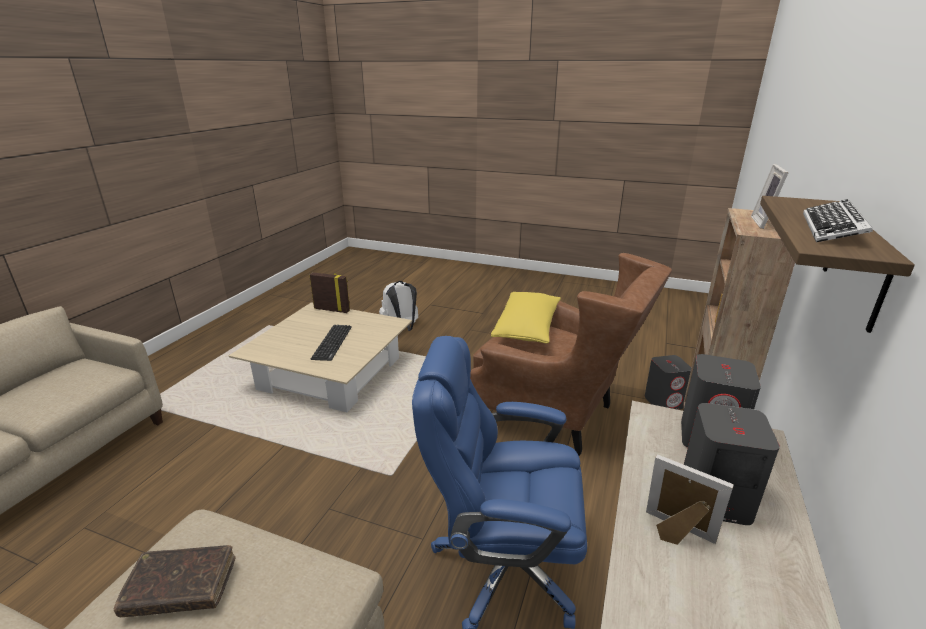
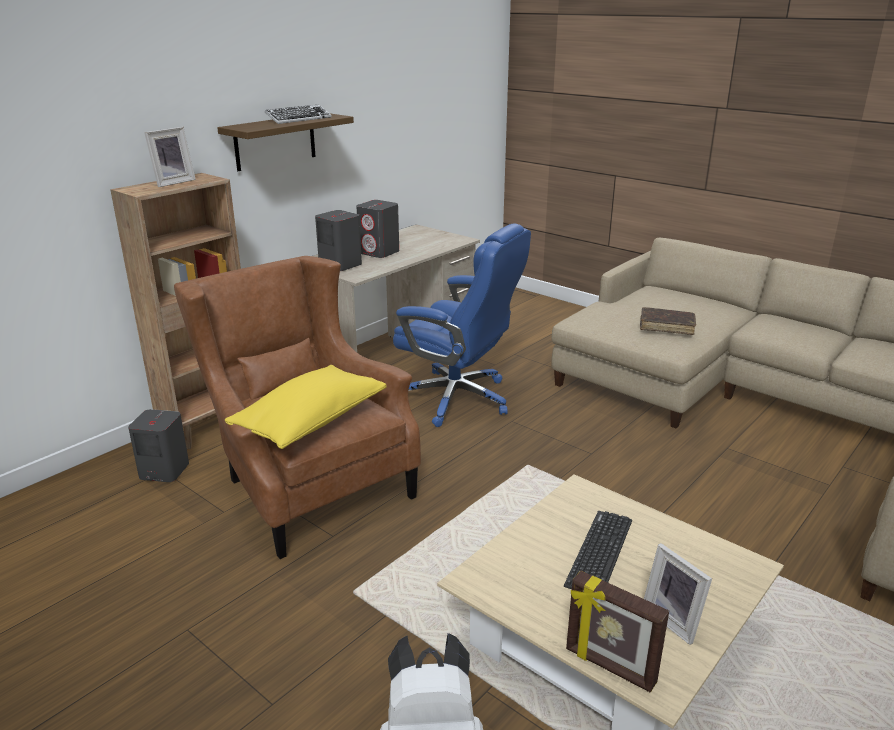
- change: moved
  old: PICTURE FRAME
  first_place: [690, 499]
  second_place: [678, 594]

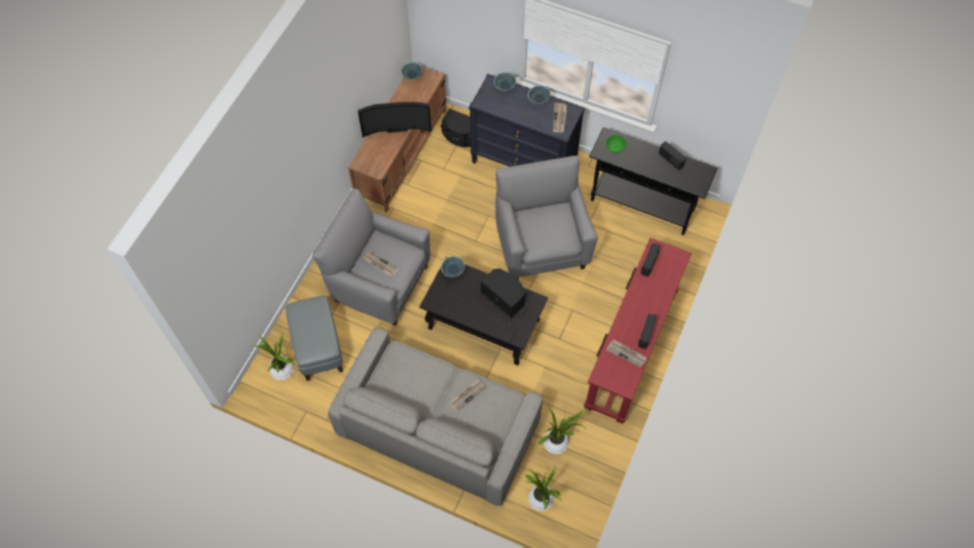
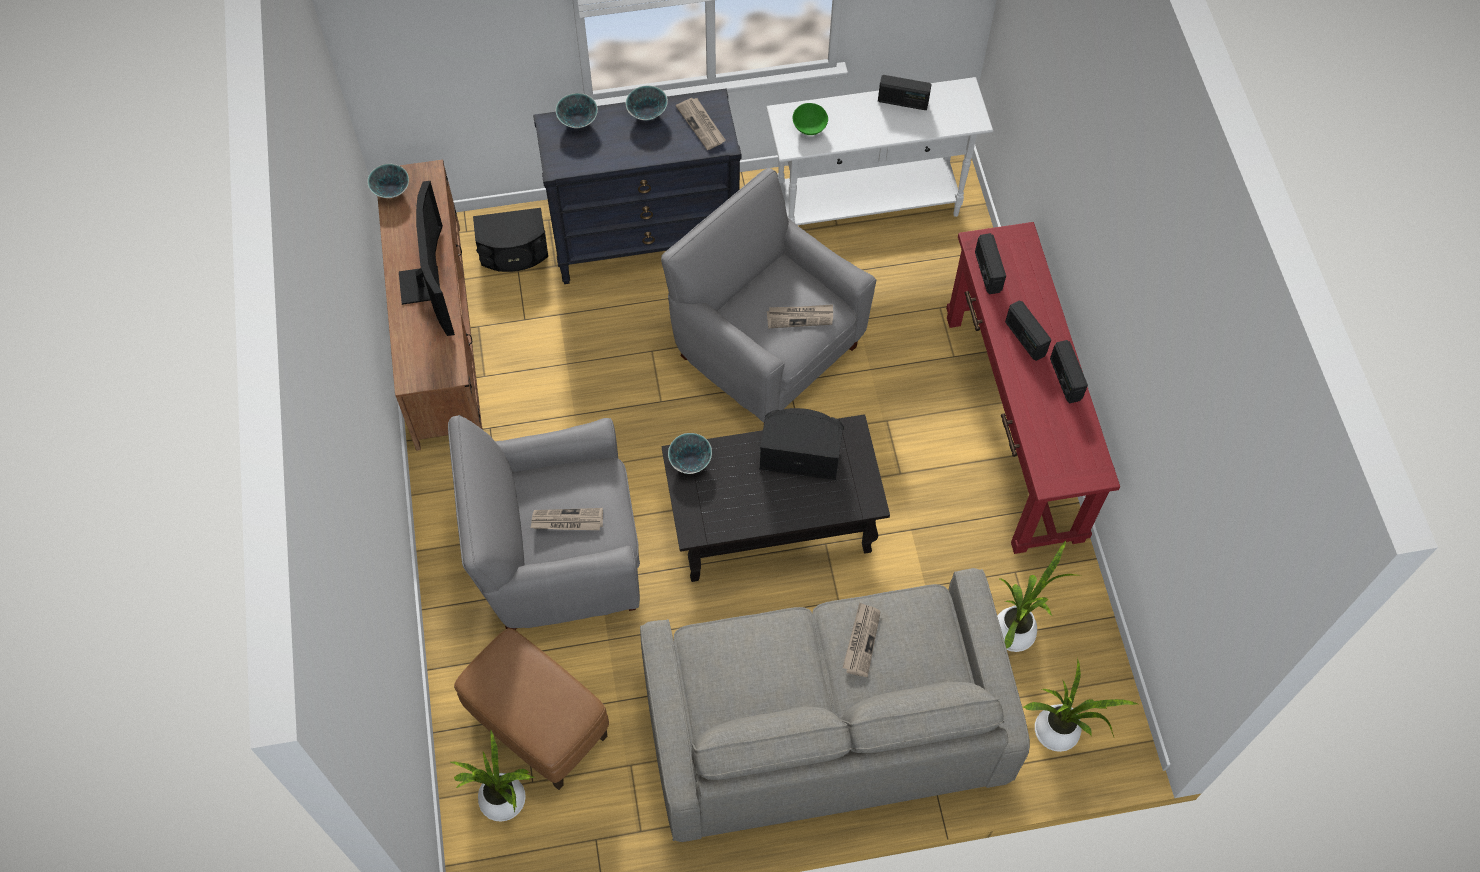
- change: recoloured
  old: GREY OTTOMAN
  new: BROWN OTTOMAN
  first_place: [314, 338]
  second_place: [531, 709]
- change: turned
  old: TELEVISION
  first_place: [395, 119]
  second_place: [427, 258]
  degrees: -60
- change: recoloured
  old: BLACK CONSOLE TABLE
  new: WHITE CONSOLE TABLE
  first_place: [653, 181]
  second_place: [879, 151]
- change: moved
  old: NEWSPAPER
  first_place: [626, 354]
  second_place: [800, 316]
- change: added
  new: RADIO
  second_place: [1028, 330]

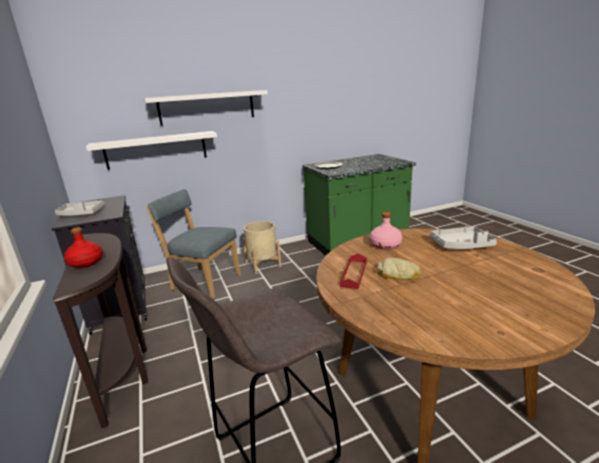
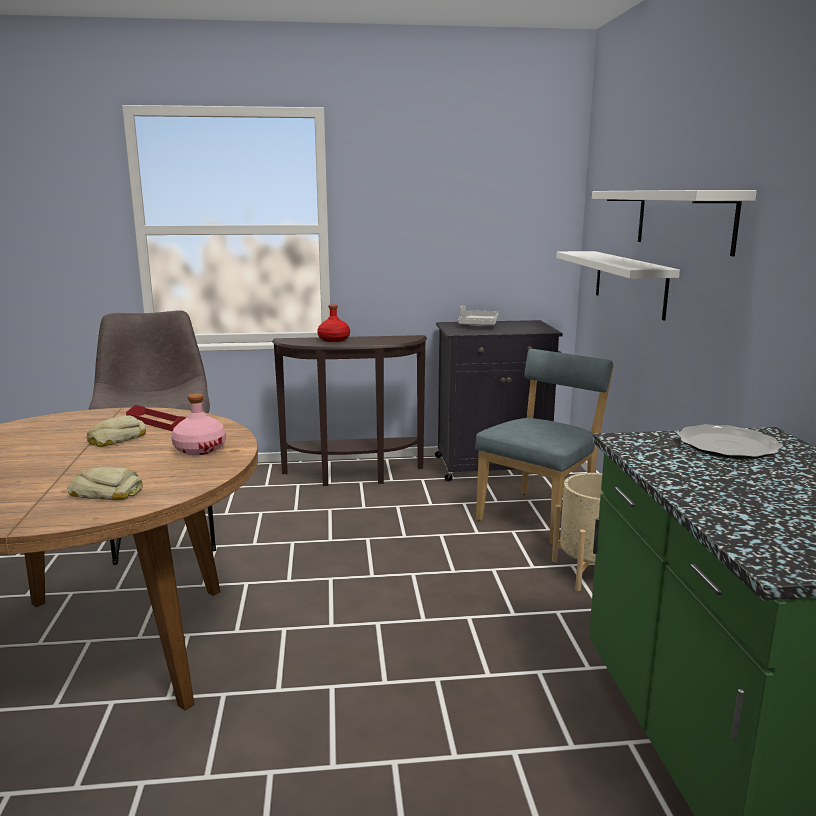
- change: replaced
  old: GREY TRAY
  new: BREAD
  first_place: [463, 237]
  second_place: [105, 483]

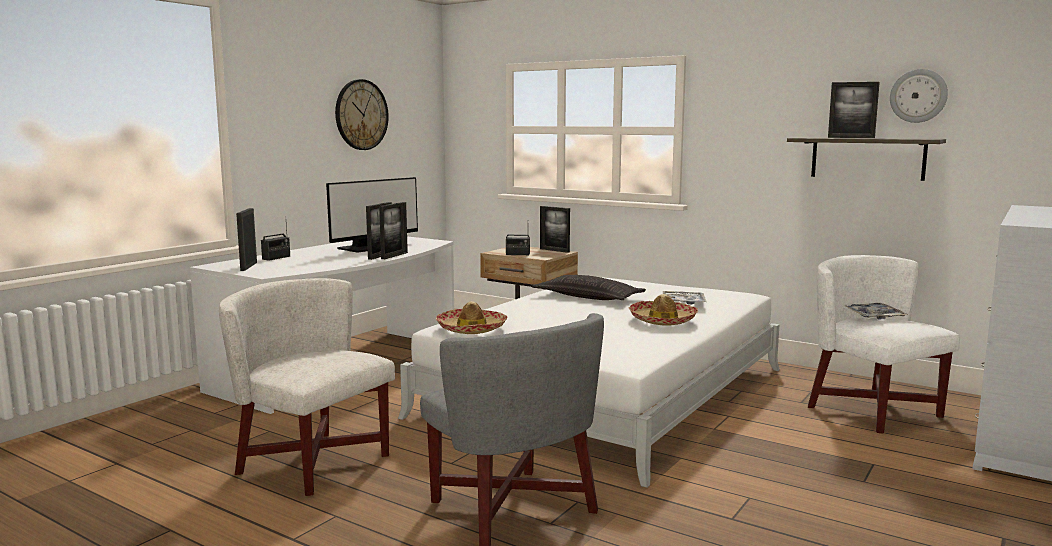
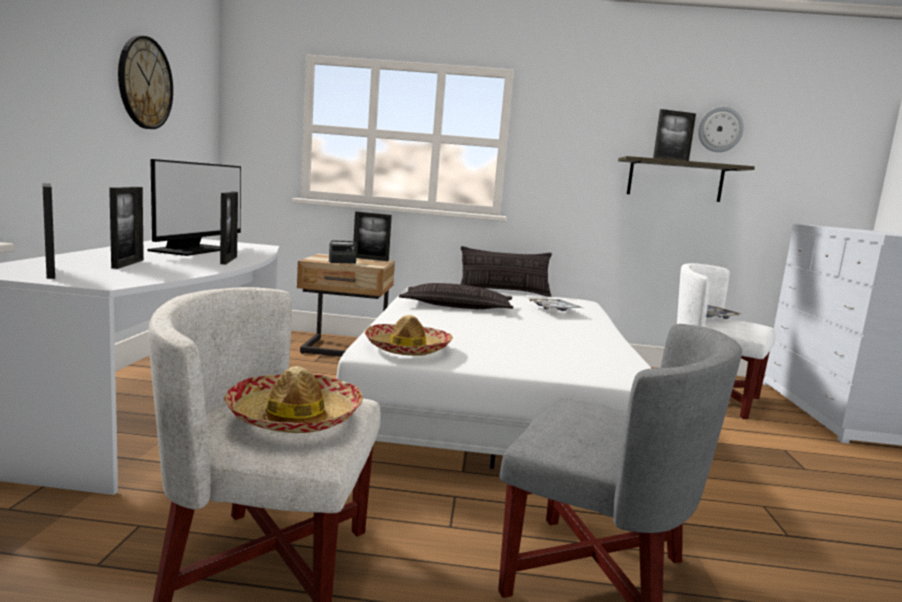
- change: removed
  old: RADIO
  first_place: [275, 242]
- change: moved
  old: PICTURE FRAME
  first_place: [393, 230]
  second_place: [126, 228]
- change: moved
  old: HAT
  first_place: [663, 310]
  second_place: [293, 399]
- change: added
  new: PILLOW
  second_place: [506, 271]

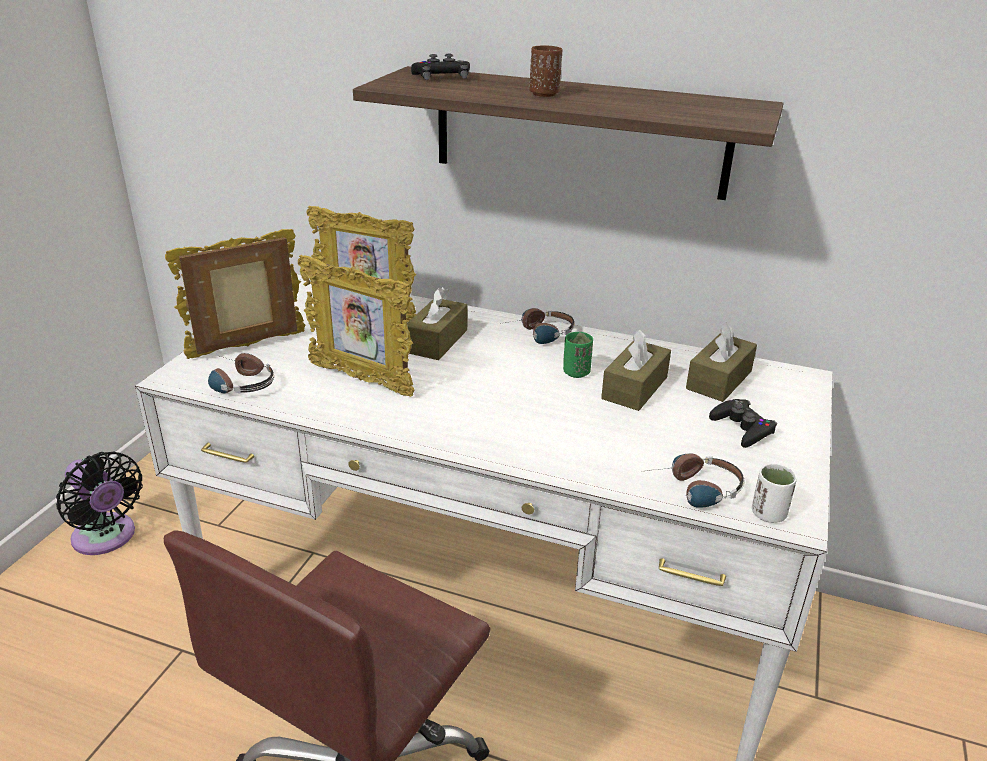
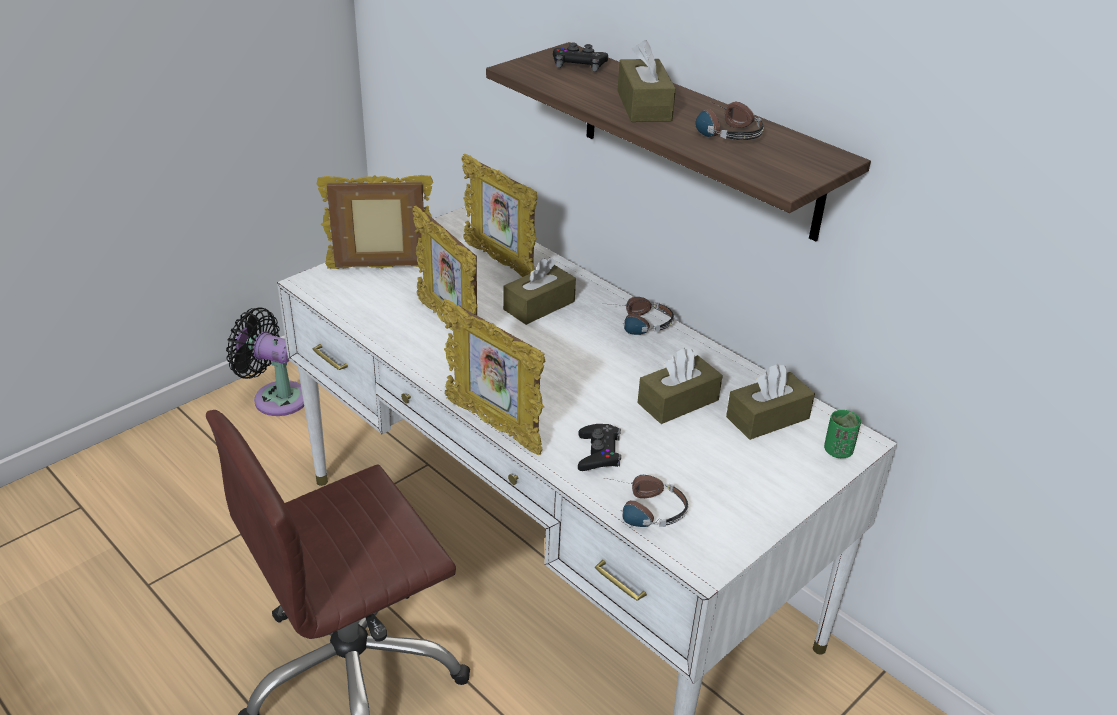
- change: turned
  old: BLACK FAN
  first_place: [99, 503]
  second_place: [265, 361]
  degrees: 135
- change: moved
  old: HEADPHONES
  first_place: [241, 373]
  second_place: [729, 120]
- change: replaced
  old: BROWN CUP
  new: BROWN TISSUE BOX
  first_place: [546, 71]
  second_place: [646, 81]
- change: moved
  old: GREEN CUP
  first_place: [578, 355]
  second_place: [842, 434]
- change: moved
  old: BLACK GAME CONTROLLER
  first_place: [743, 423]
  second_place: [599, 447]
- change: removed
  old: WHITE CUP
  first_place: [774, 493]
- change: added
  new: PICTURE FRAME
  second_place: [493, 377]

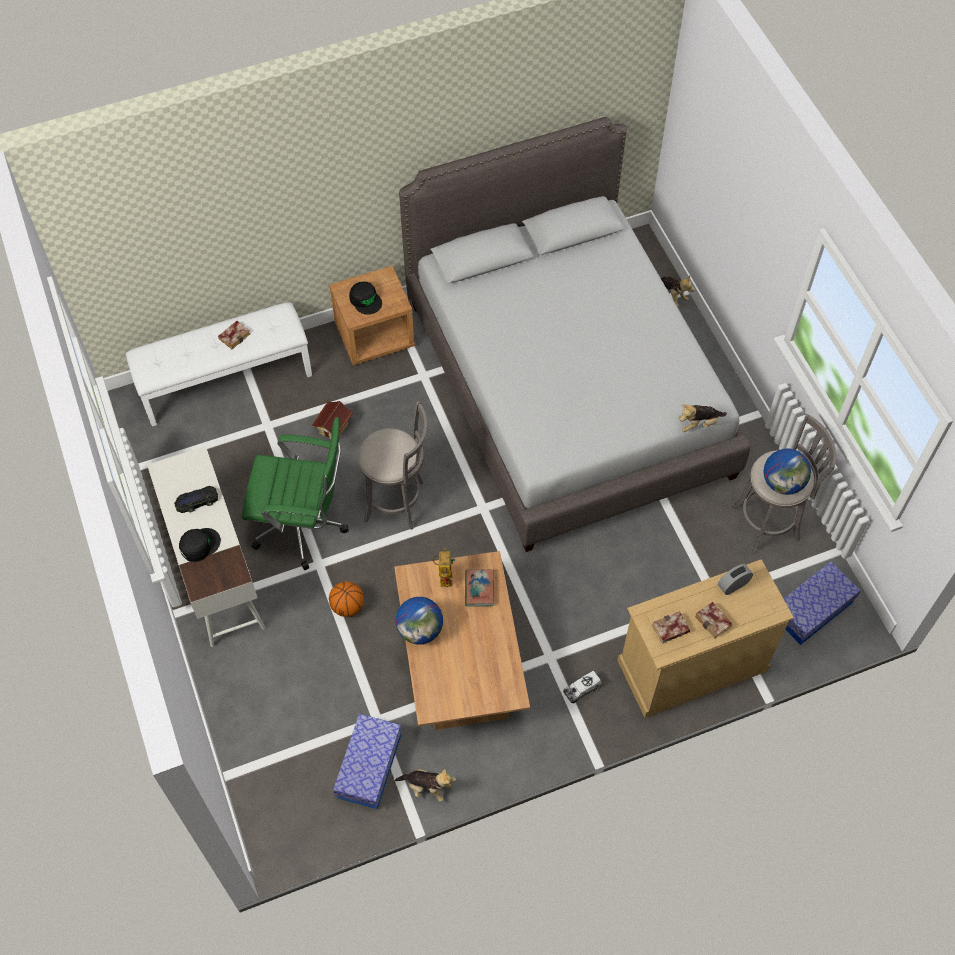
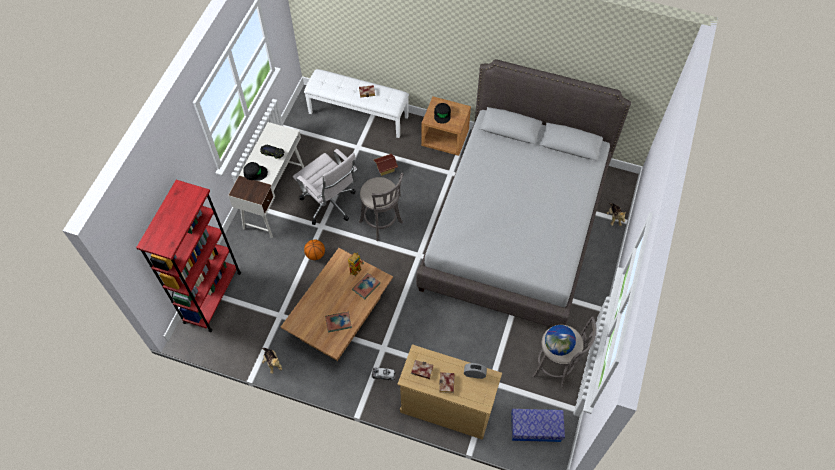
- change: recoloured
  old: GREEN OFFICE CHAIR
  new: WHITE OFFICE CHAIR
  first_place: [295, 493]
  second_place: [325, 187]
- change: removed
  old: STORAGE BOX
  first_place: [367, 761]
- change: removed
  old: GLOBE
  first_place: [419, 620]
- change: removed
  old: PLUSH TOY
  first_place: [702, 418]
- change: added
  new: RED BOOKCASE
  second_place: [188, 256]
- change: added
  new: BOOK
  second_place: [338, 322]

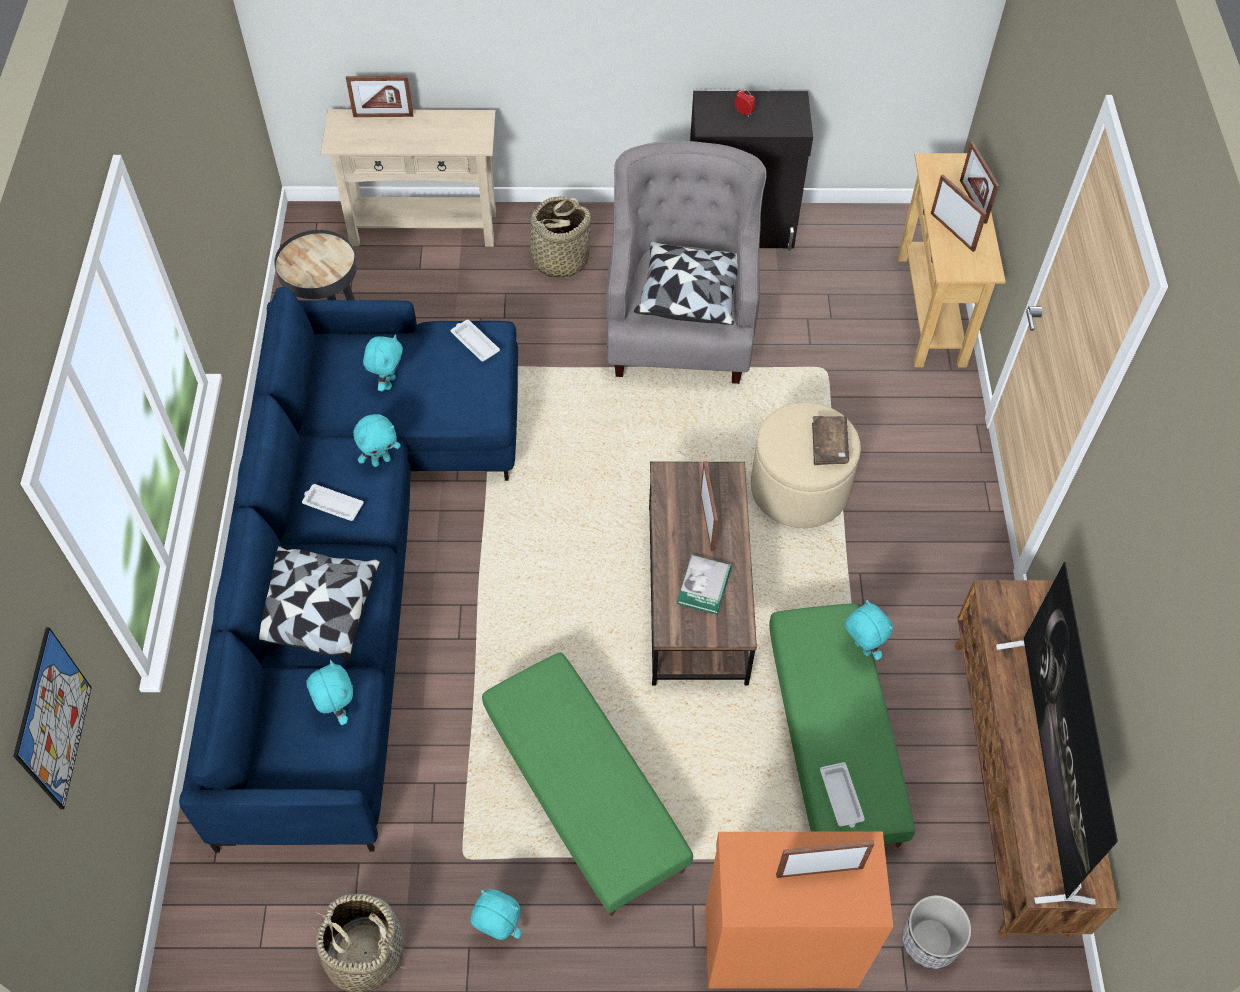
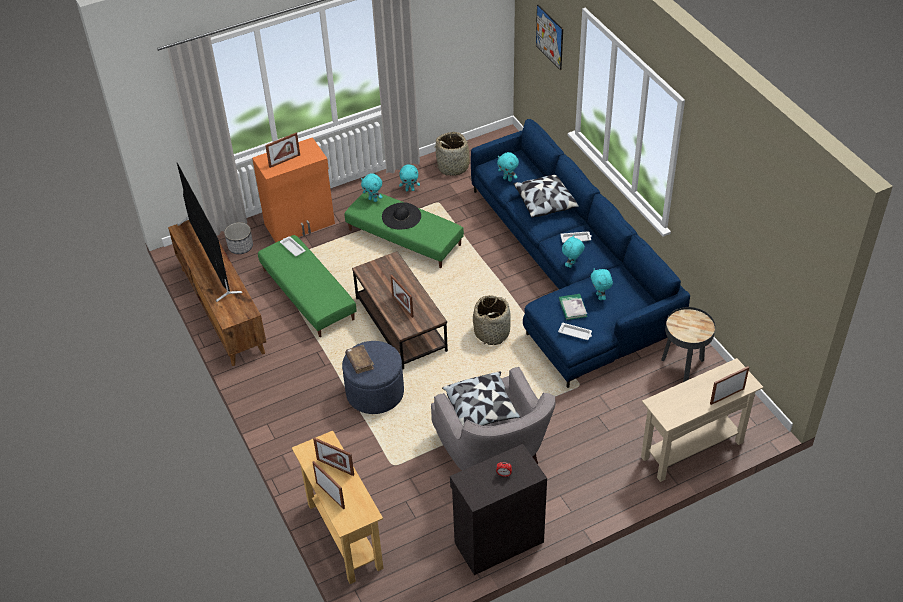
- change: moved
  old: BASKET
  first_place: [557, 237]
  second_place: [492, 320]
- change: moved
  old: BOOK
  first_place: [704, 585]
  second_place: [573, 307]
- change: recoloured
  old: BEIGE OTTOMAN
  new: BLUE OTTOMAN
  first_place: [806, 465]
  second_place: [373, 377]
- change: moved
  old: TURQUOISE PLUSH TOY
  first_place: [869, 630]
  second_place: [372, 187]
- change: added
  new: BLACK HAT
  second_place: [401, 215]

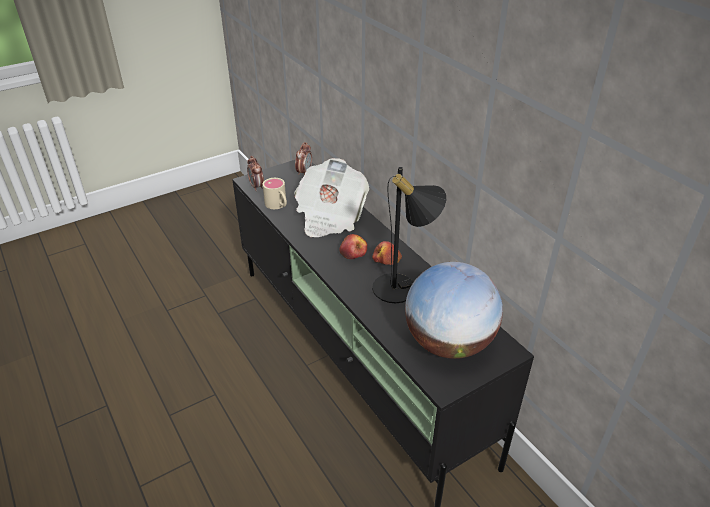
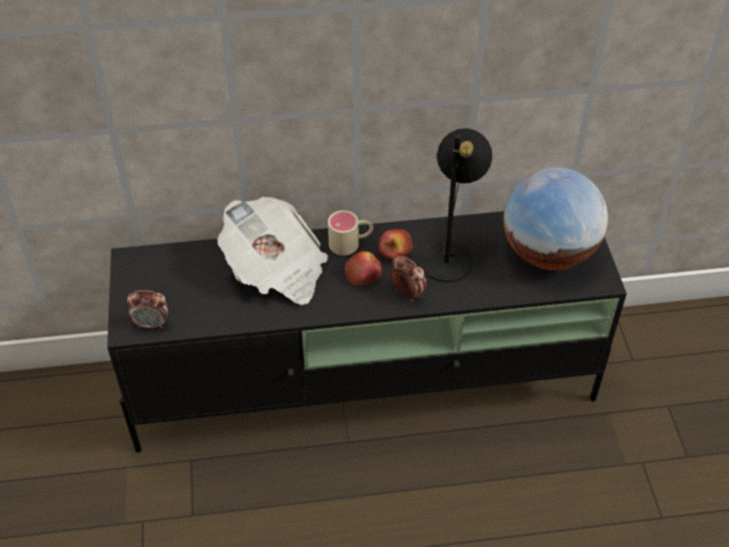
- change: moved
  old: BEIGE MUG
  first_place: [275, 193]
  second_place: [350, 232]
- change: moved
  old: ALARM CLOCK
  first_place: [303, 158]
  second_place: [408, 278]

